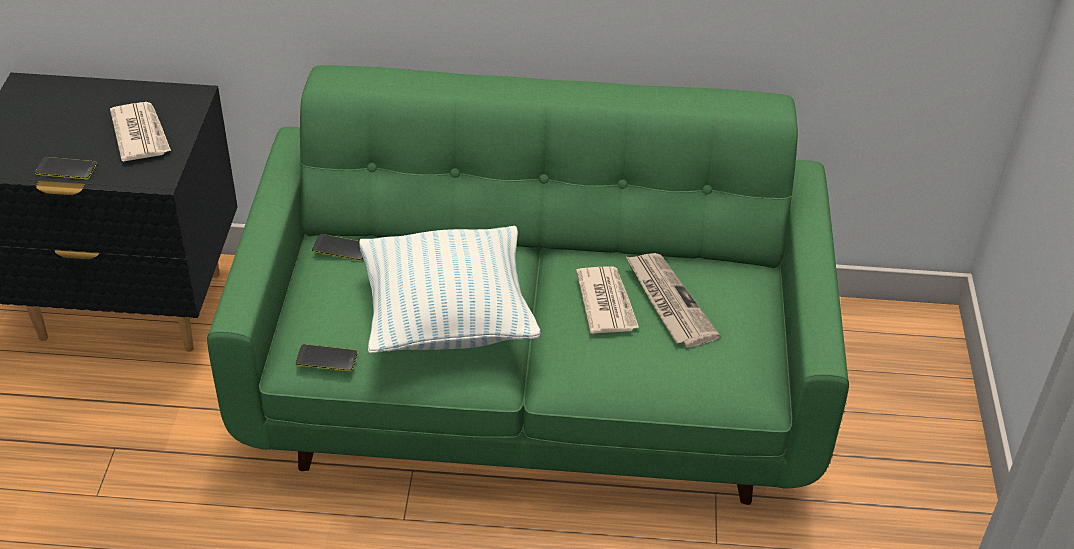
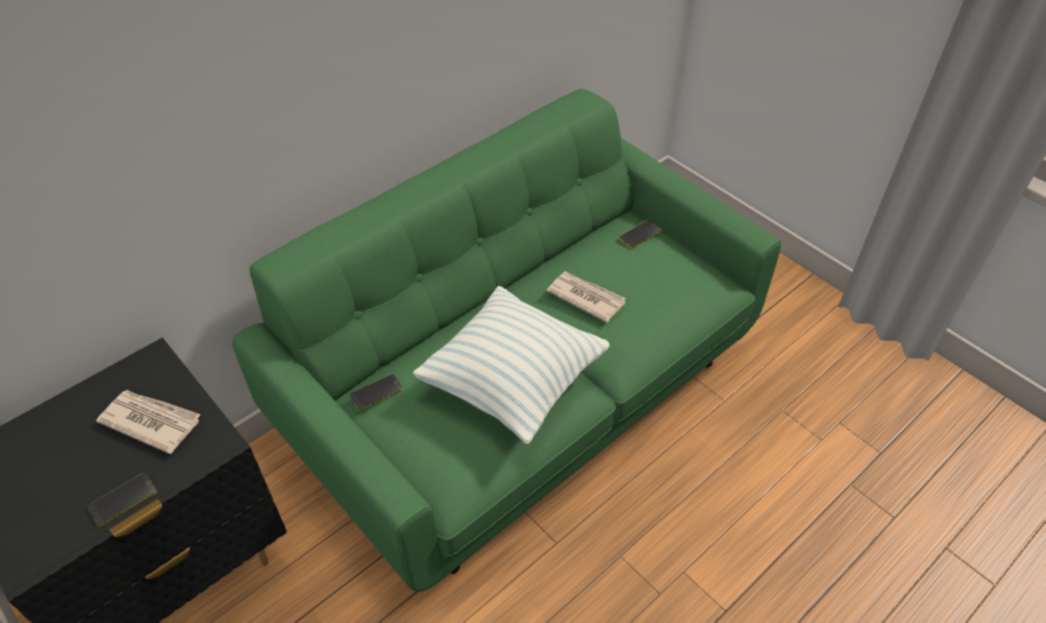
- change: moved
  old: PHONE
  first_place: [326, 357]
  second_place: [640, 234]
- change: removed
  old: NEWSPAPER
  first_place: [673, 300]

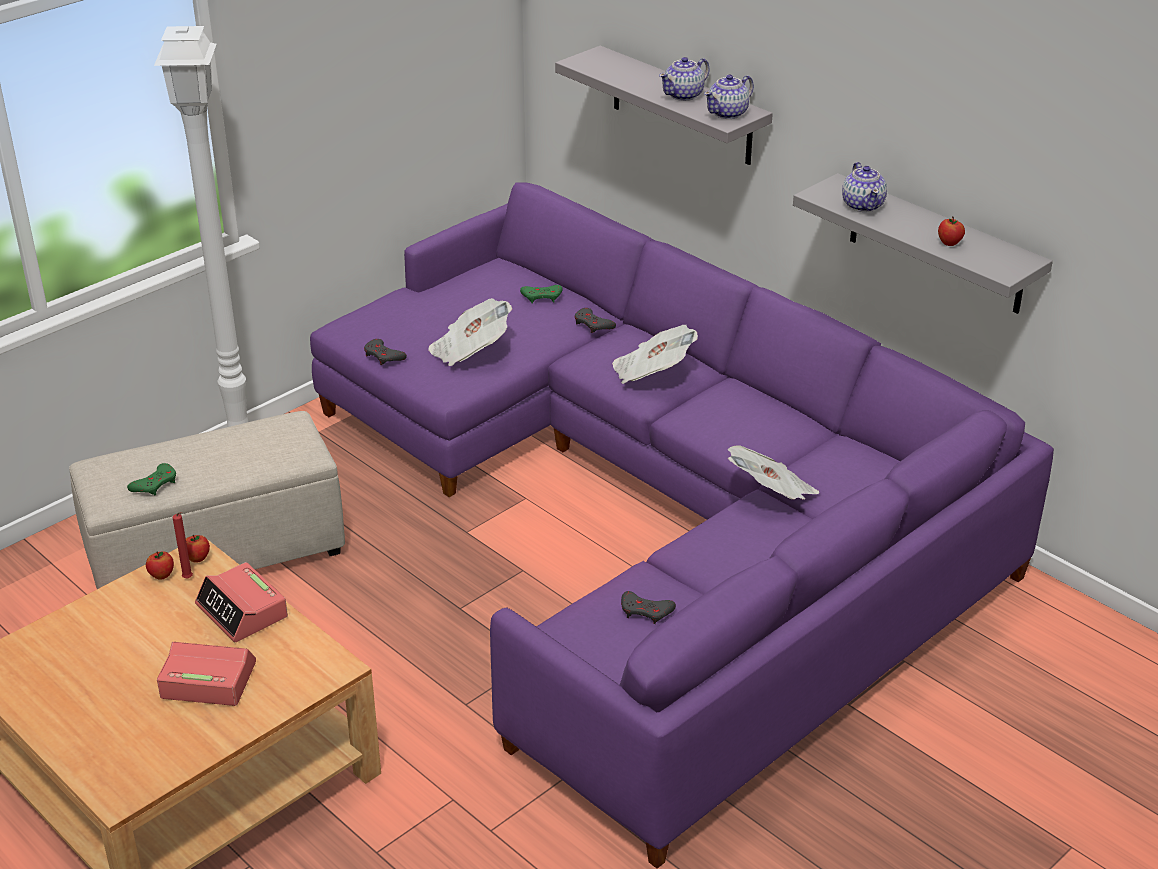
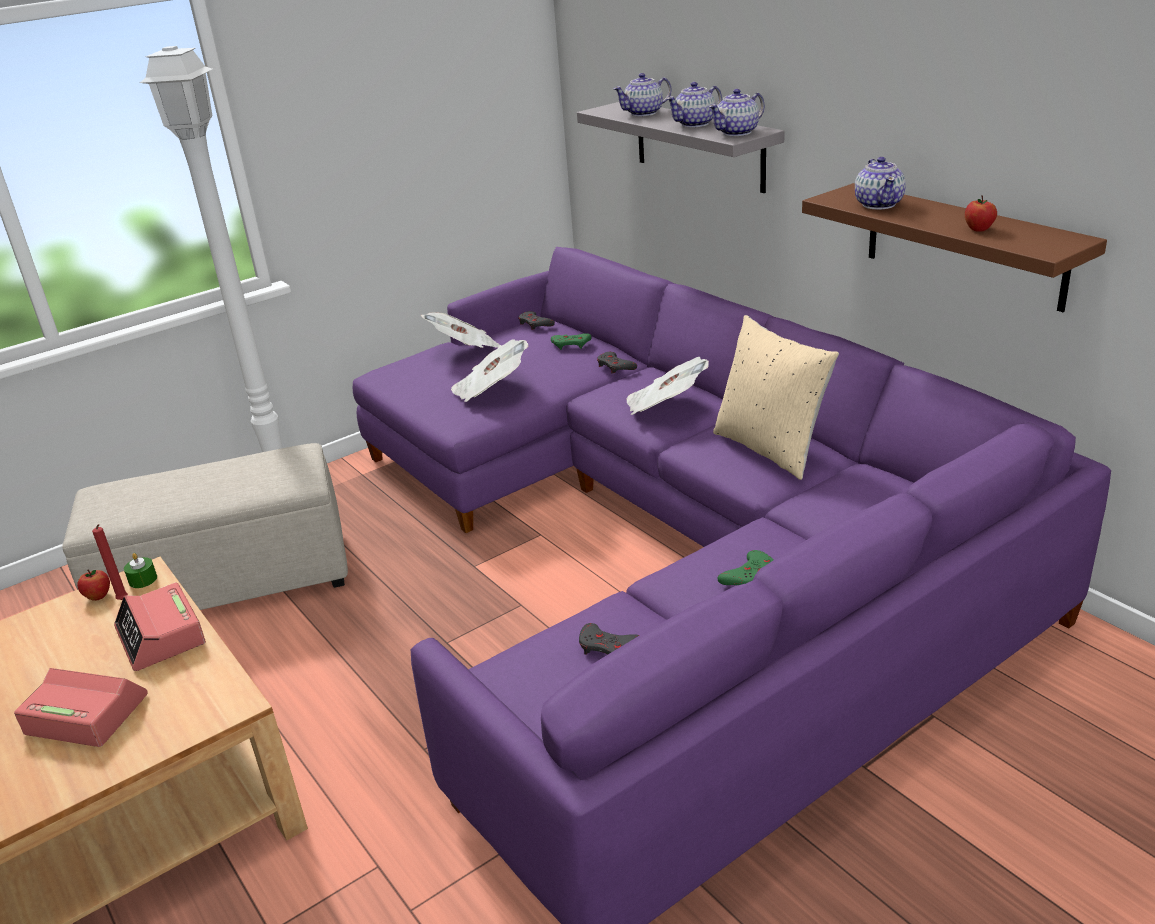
- change: moved
  old: GREEN GAME CONTROLLER
  first_place: [151, 479]
  second_place: [745, 567]
- change: replaced
  old: APPLE
  new: GREEN CANDLE
  first_place: [198, 549]
  second_place: [140, 570]
- change: moved
  old: GREY GAME CONTROLLER
  first_place: [385, 352]
  second_place: [536, 320]
- change: moved
  old: NEWSPAPER
  first_place: [773, 472]
  second_place: [460, 330]
- change: recoloured
  old: GREY SHELF
  new: BROWN SHELF
  first_place: [923, 243]
  second_place: [954, 247]
- change: added
  new: TEAPOT
  second_place: [642, 94]
- change: added
  new: BEIGE PILLOW
  second_place: [776, 397]

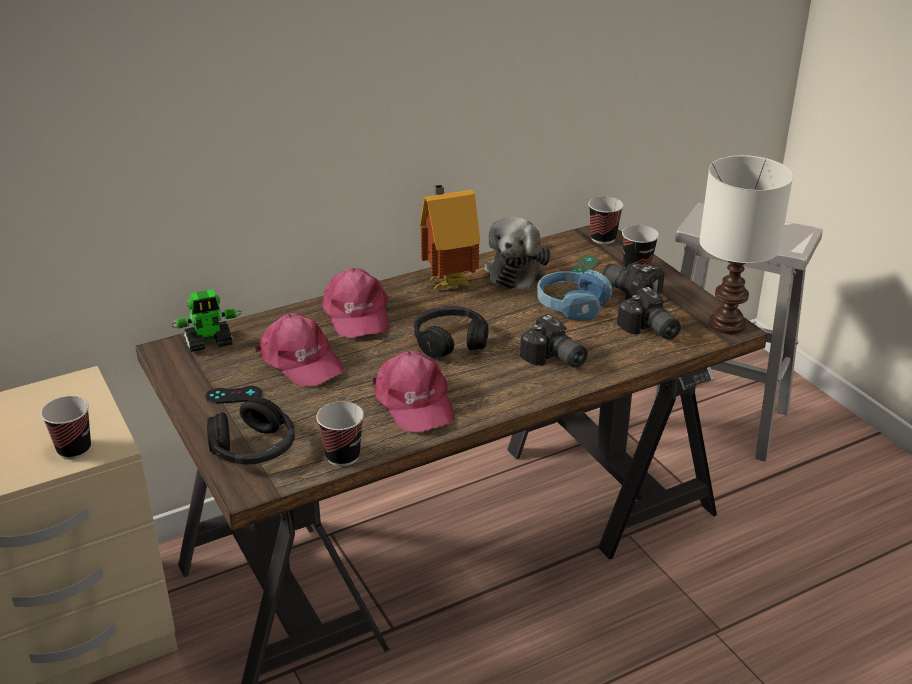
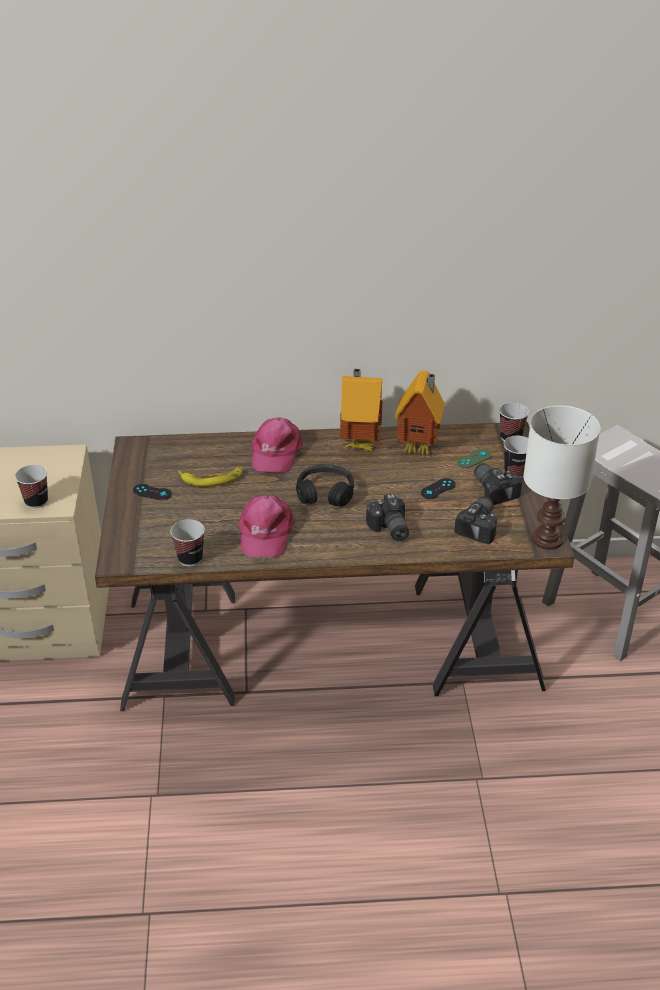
- change: removed
  old: TOY ROBOT
  first_place: [206, 320]
- change: removed
  old: BLACK HEADPHONES
  first_place: [251, 430]
- change: replaced
  old: PINK CAP
  new: BANANA
  first_place: [299, 349]
  second_place: [210, 477]
- change: replaced
  old: PLUSH TOY
  new: TOY HOUSE
  first_place: [518, 253]
  second_place: [420, 413]
- change: replaced
  old: BLUE HEADPHONES
  new: BLACK GAME CONTROLLER
  first_place: [574, 295]
  second_place: [438, 488]
- change: turned
  old: PHOTO CAMERA
  first_place: [649, 313]
  second_place: [475, 520]
  degrees: -150

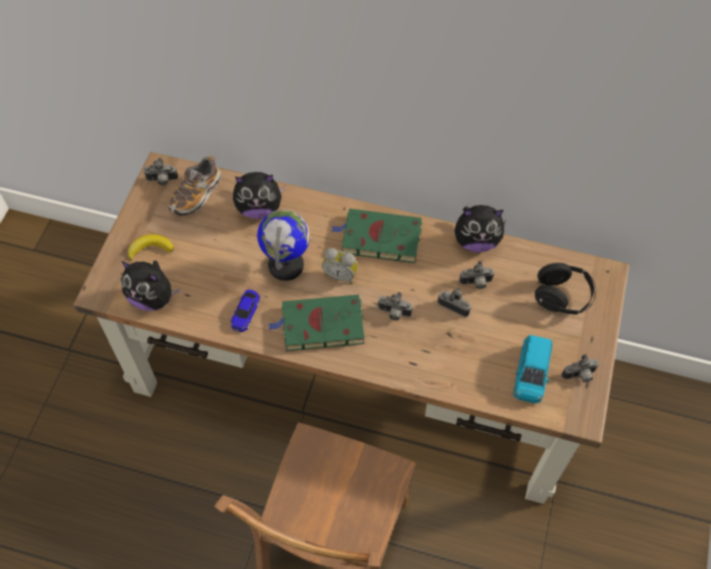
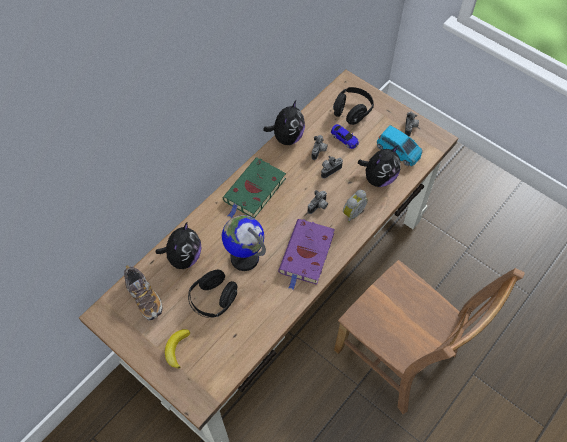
- change: moved
  old: PLUSH TOY
  first_place: [151, 285]
  second_place: [379, 166]
- change: removed
  old: PHOTO CAMERA
  first_place: [161, 171]
- change: moved
  old: TOY CAR
  first_place: [245, 311]
  second_place: [345, 136]
- change: recoloured
  old: GREEN BOOK
  new: PURPLE BOOK
  first_place: [316, 323]
  second_place: [306, 254]
- change: moved
  old: ALARM CLOCK
  first_place: [340, 266]
  second_place: [355, 206]
- change: added
  new: BLACK HEADPHONES
  second_place: [212, 294]

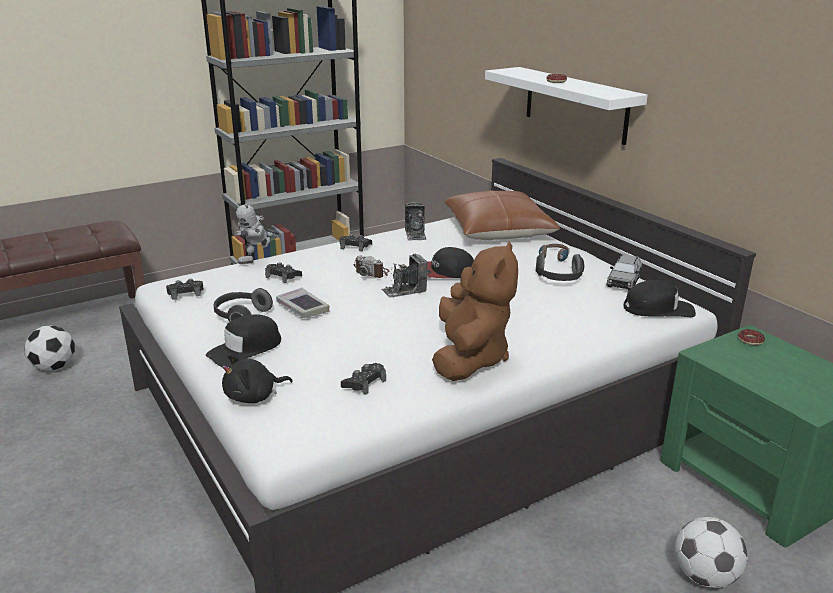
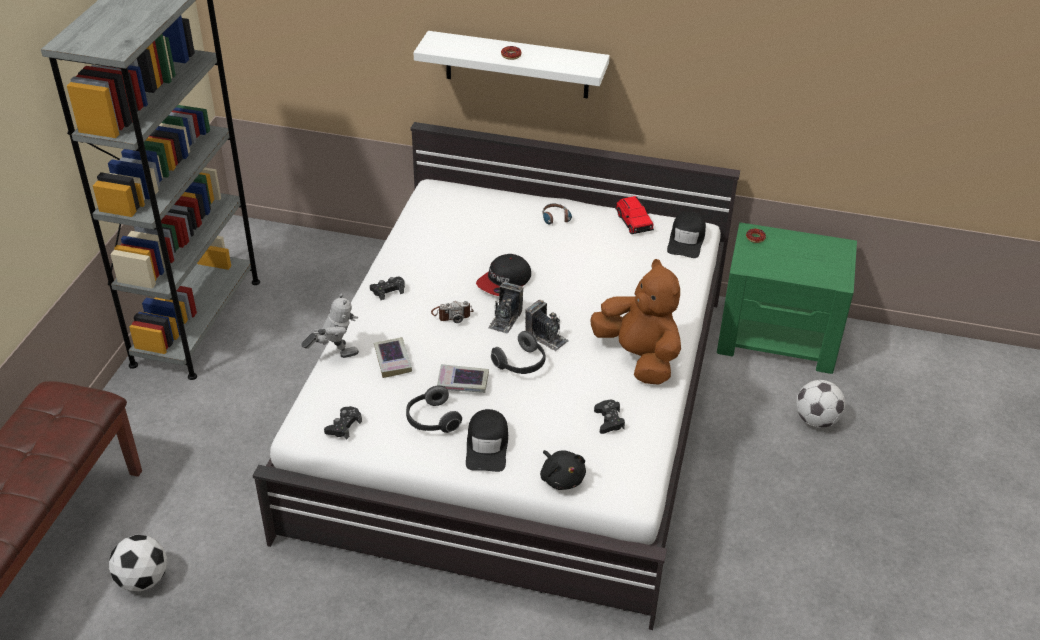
- change: turned
  old: BLACK PLUSH TOY
  first_place: [257, 378]
  second_place: [563, 470]
  degrees: -45
- change: turned
  old: TOY ROBOT
  first_place: [257, 233]
  second_place: [330, 325]
  degrees: -105
- change: replaced
  old: BLACK GAME CONTROLLER
  new: BOOK
  first_place: [283, 272]
  second_place: [393, 357]
- change: moved
  old: PHOTO CAMERA
  first_place: [415, 221]
  second_place: [547, 325]
- change: removed
  old: BROWN PILLOW
  first_place: [502, 215]
- change: moved
  old: HEADPHONES
  first_place: [560, 267]
  second_place: [518, 352]
- change: recoloured
  old: GREY TOY CAR
  new: RED TOY CAR
  first_place: [624, 272]
  second_place: [634, 215]
- change: turned
  old: BLACK CAP
  first_place: [659, 298]
  second_place: [686, 234]
  degrees: 150

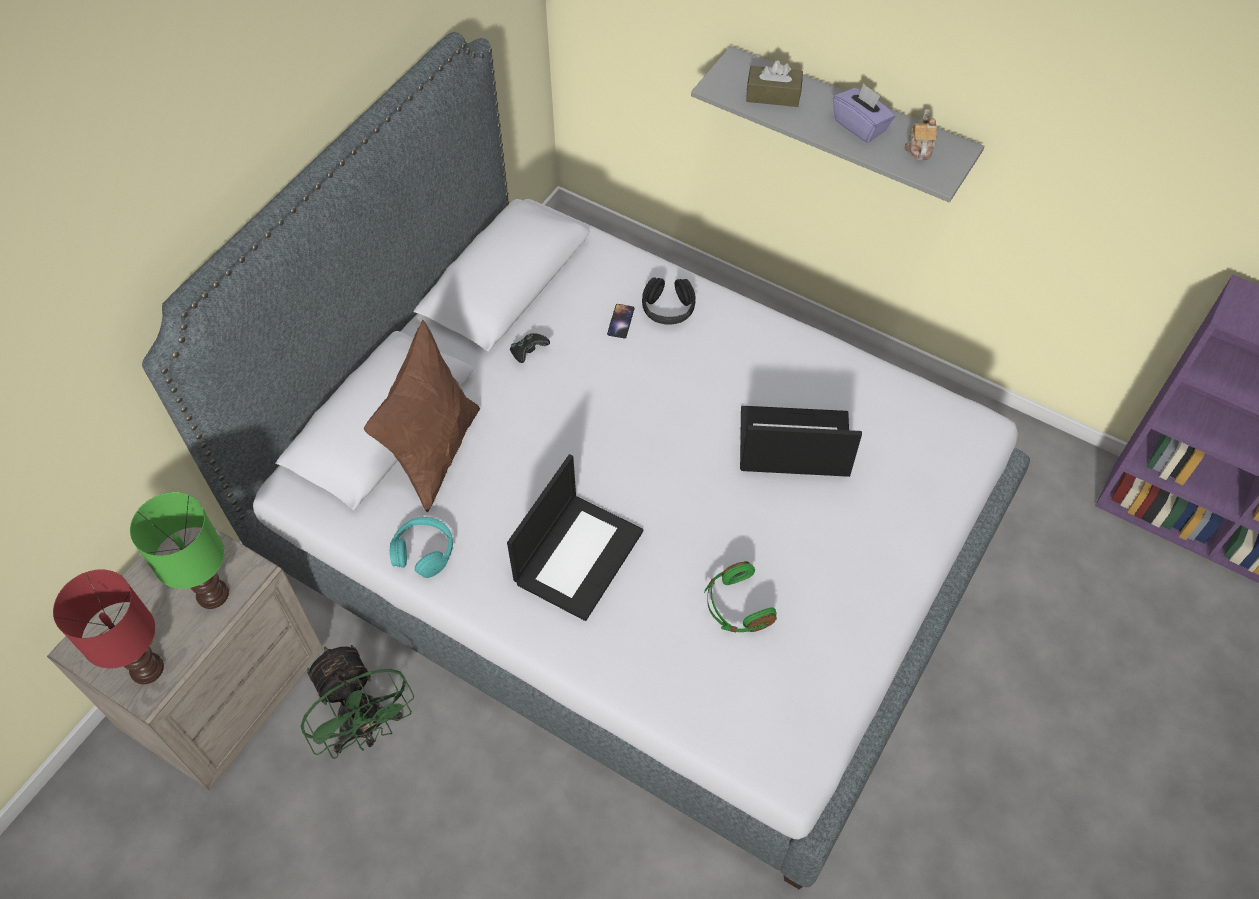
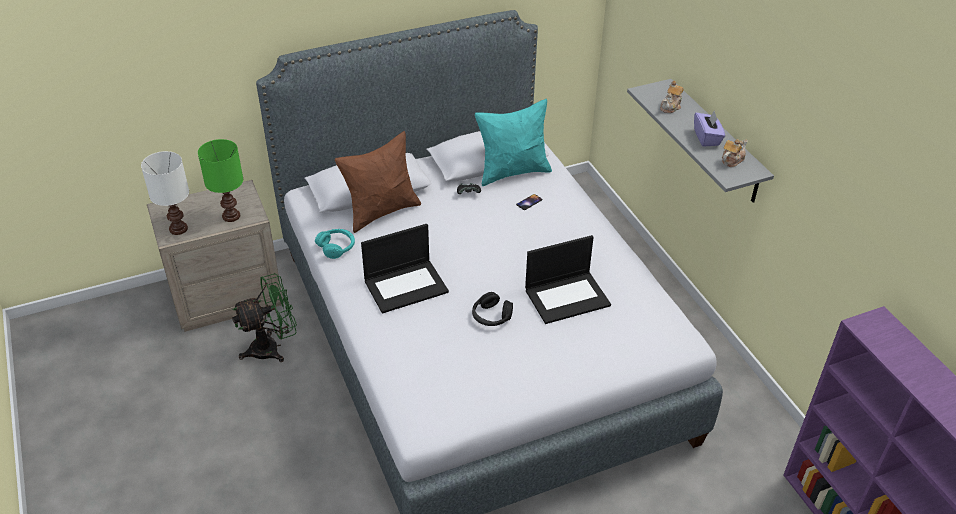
- change: recoloured
  old: RED TABLE LAMP
  new: WHITE TABLE LAMP
  first_place: [108, 626]
  second_place: [165, 193]
- change: turned
  old: GREEN FAN
  first_place: [357, 702]
  second_place: [264, 317]
  degrees: -120
- change: moved
  old: BLACK HEADPHONES
  first_place: [669, 301]
  second_place: [492, 309]
- change: removed
  old: GREEN HEADPHONES
  first_place: [740, 596]
- change: turned
  old: LAPTOP
  first_place: [801, 441]
  second_place: [568, 279]
  degrees: 120
- change: replaced
  old: BROWN TISSUE BOX
  new: TEAPOT
  first_place: [774, 83]
  second_place: [672, 97]
- change: added
  new: TURQUOISE PILLOW
  second_place: [513, 142]

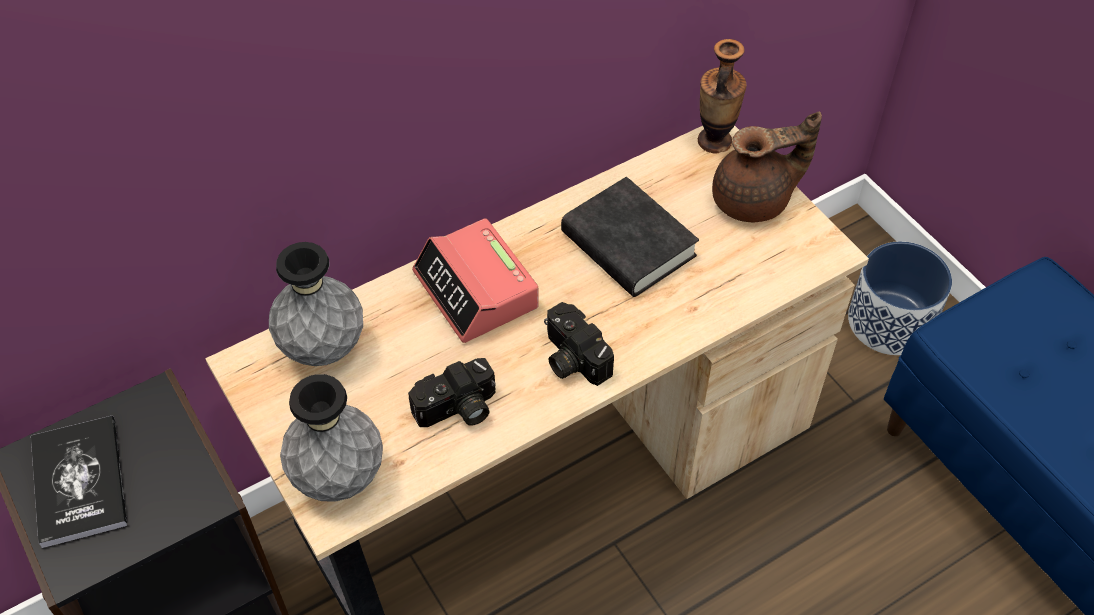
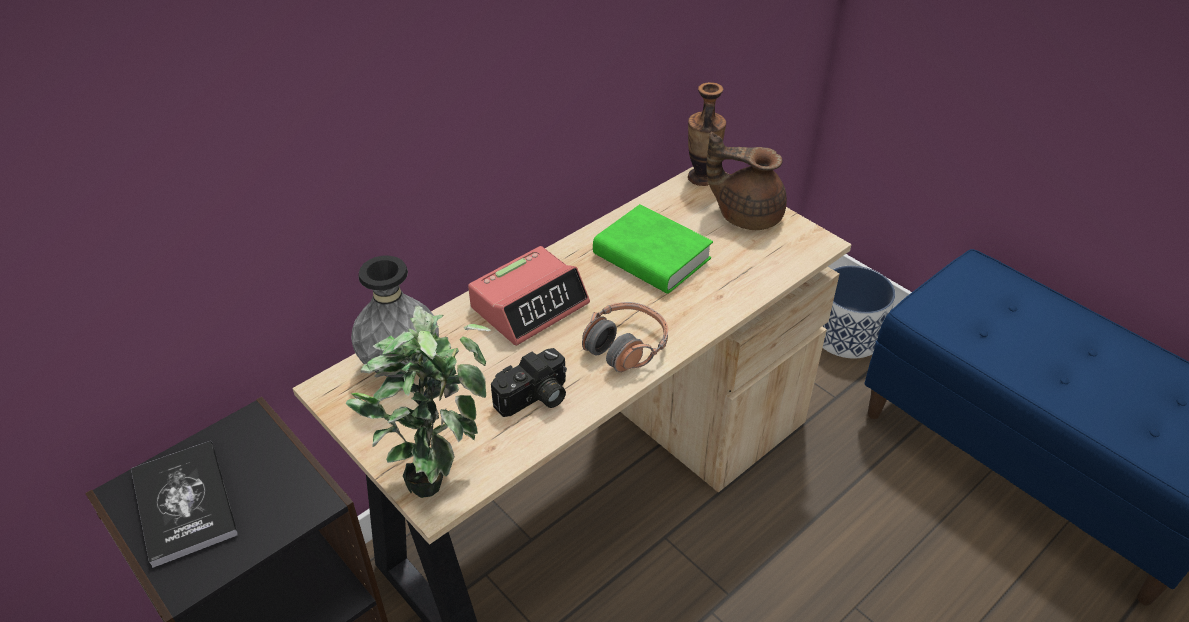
- change: replaced
  old: GREY VASE
  new: POTTED PLANT
  first_place: [331, 438]
  second_place: [418, 401]
- change: turned
  old: ALARM CLOCK
  first_place: [475, 280]
  second_place: [529, 296]
  degrees: -90
- change: replaced
  old: PHOTO CAMERA
  new: HEADPHONES
  first_place: [579, 344]
  second_place: [625, 337]
- change: recoloured
  old: BLACK BOOK
  new: GREEN BOOK
  first_place: [630, 237]
  second_place: [653, 249]
- change: turned
  old: BROWN TEAPOT
  first_place: [767, 166]
  second_place: [746, 181]
  degrees: -135

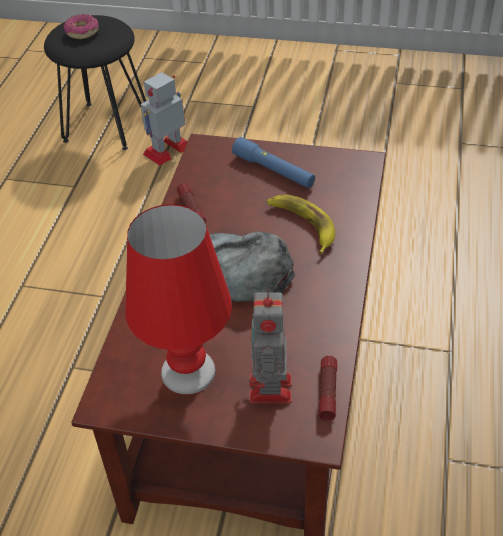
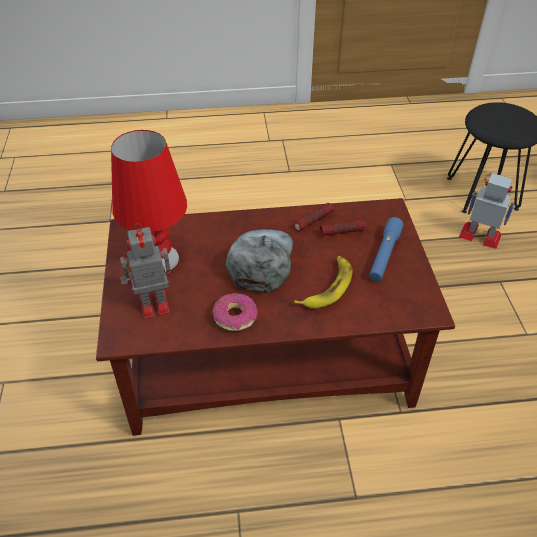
- change: moved
  old: DONUT
  first_place: [81, 26]
  second_place: [235, 312]
- change: moved
  old: FLASHLIGHT
  first_place: [327, 388]
  second_place: [343, 228]

